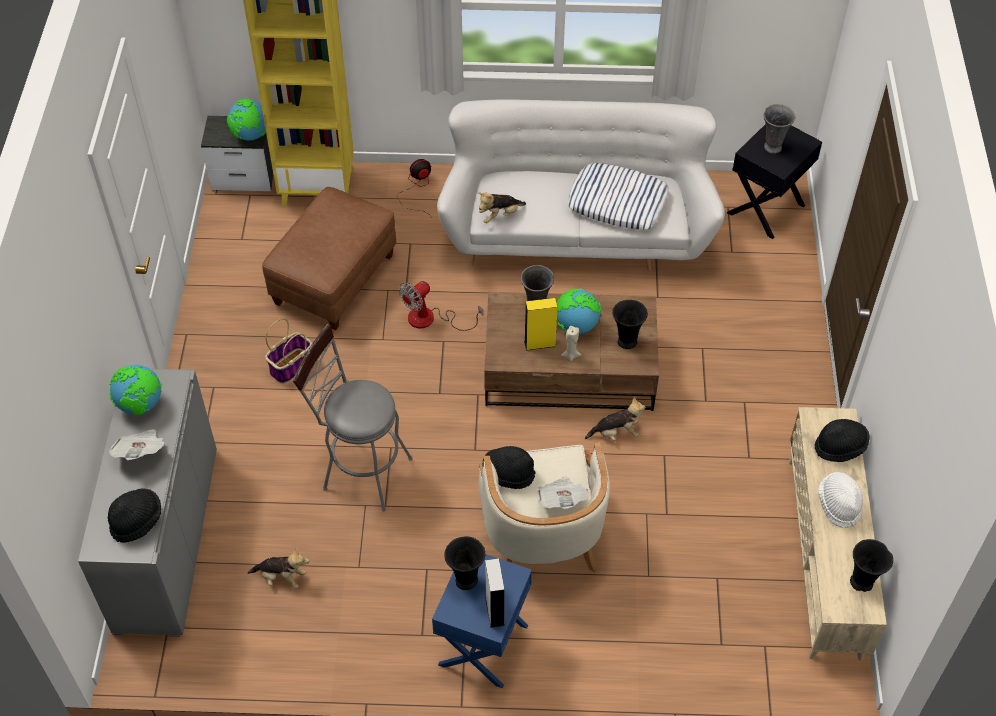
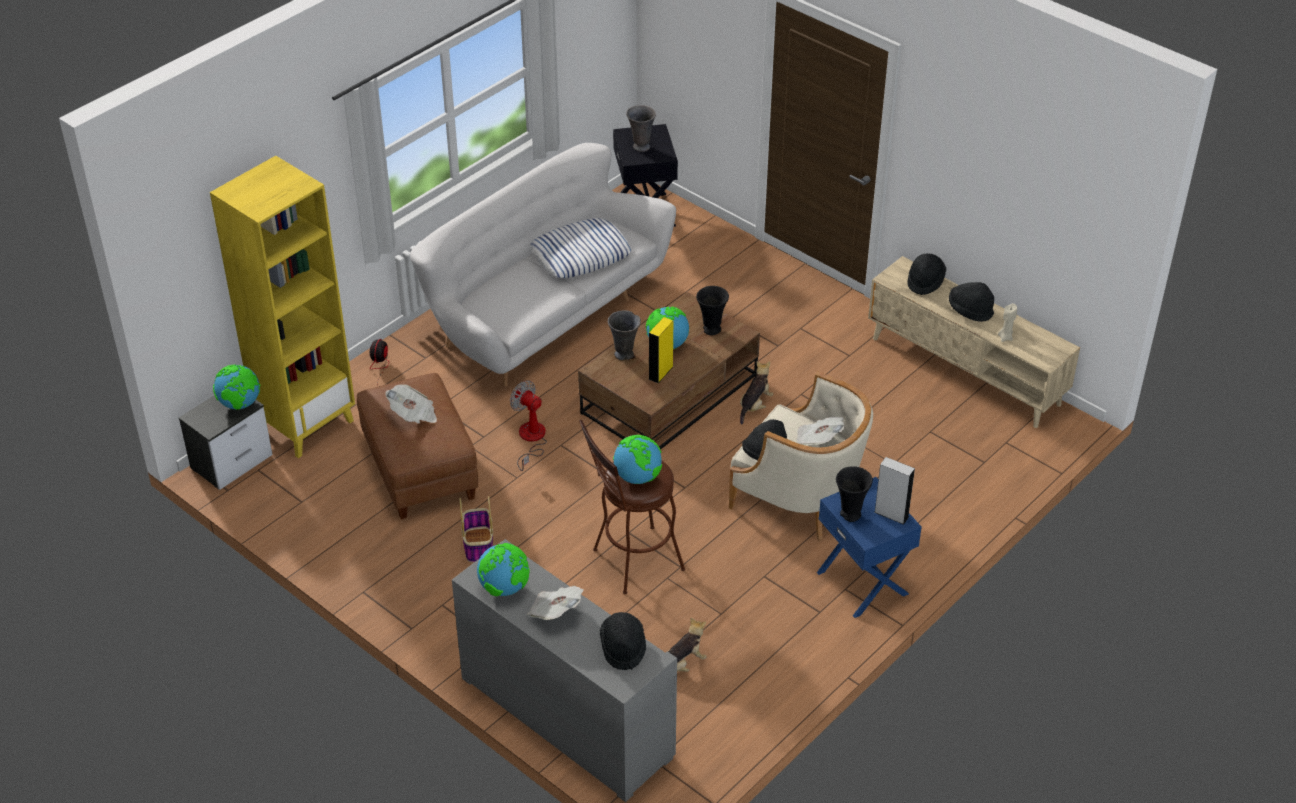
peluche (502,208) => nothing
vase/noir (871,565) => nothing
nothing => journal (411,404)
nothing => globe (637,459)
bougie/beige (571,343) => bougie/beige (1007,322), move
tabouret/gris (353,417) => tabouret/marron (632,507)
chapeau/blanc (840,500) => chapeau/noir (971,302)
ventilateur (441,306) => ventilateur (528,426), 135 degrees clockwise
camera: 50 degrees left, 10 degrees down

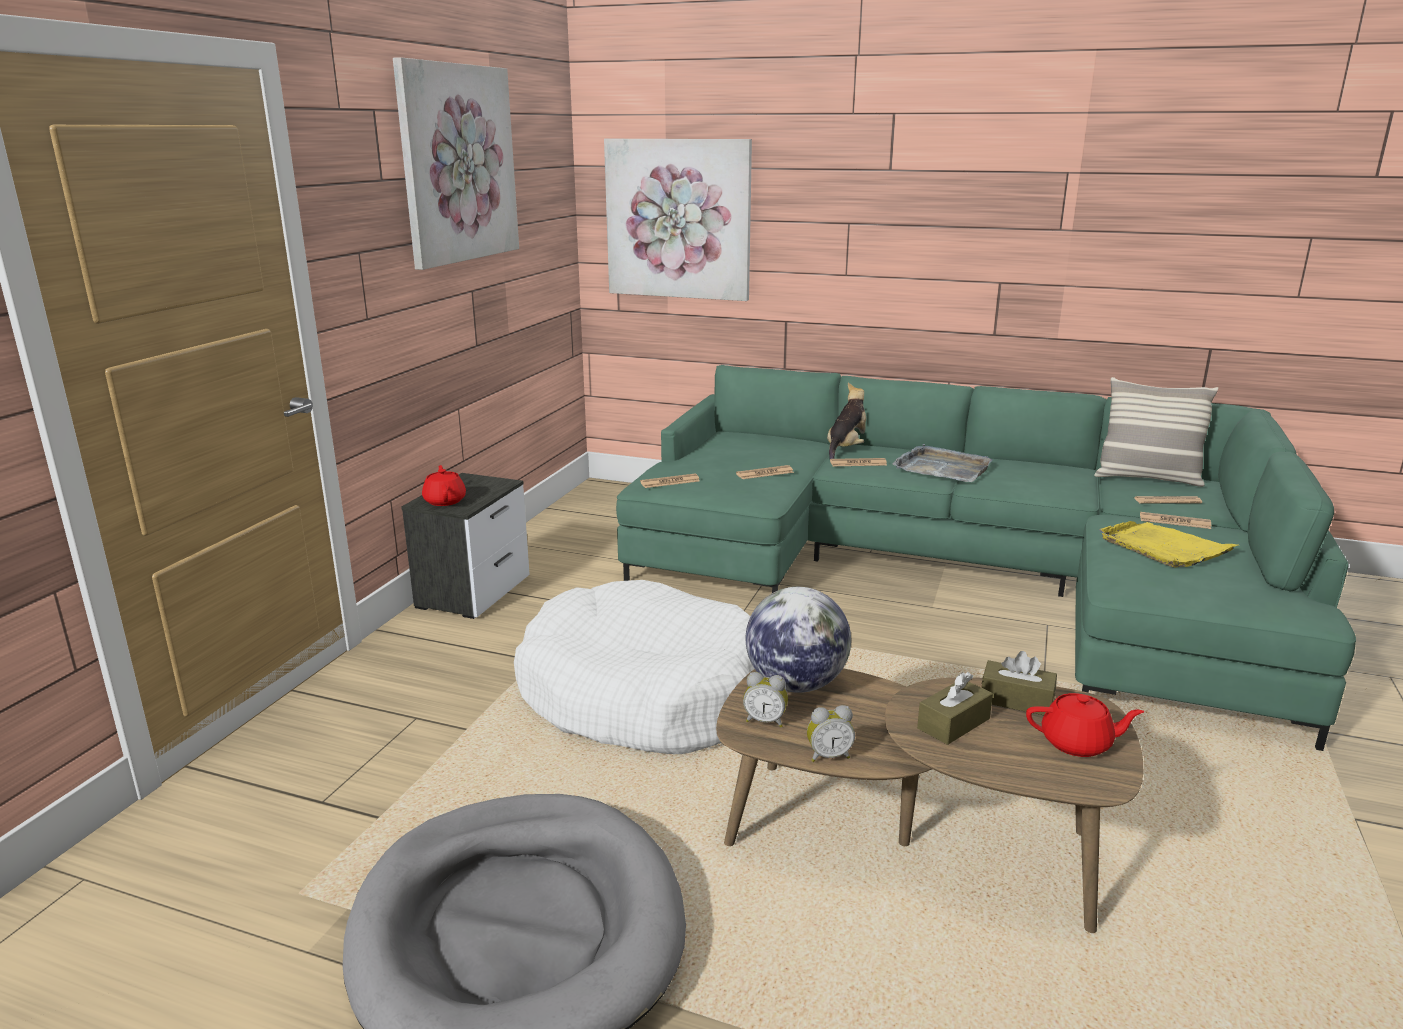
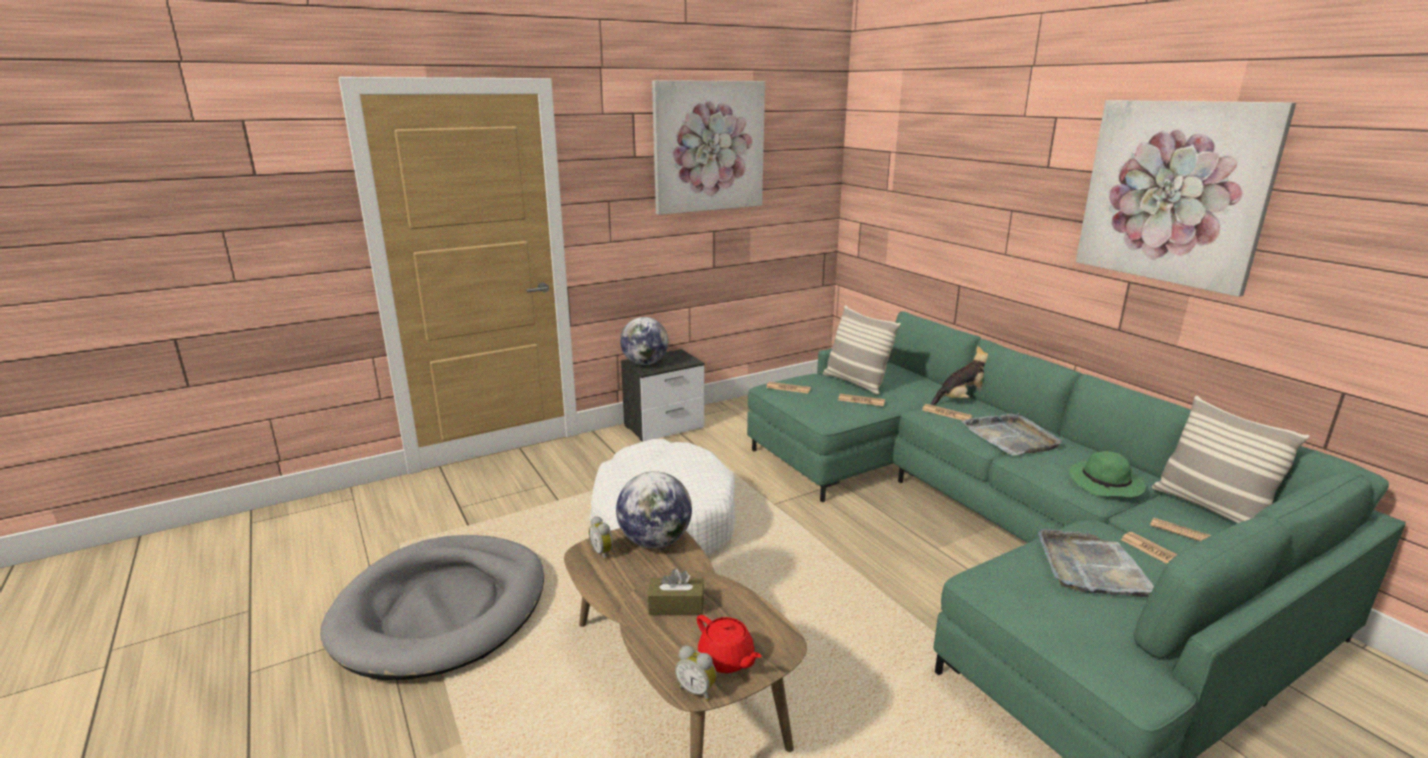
boîte à mouchoirs/marron (1019,683) => nothing
nothing => coussin (862,350)
nothing => chapeau/vert (1107,474)
tableau (678,220) => tableau (1186,198), move
réveil (831,733) => réveil (696,673), move
théière/rouge (444,485) => globe (644,341)
plateau/jaune (1168,544) => plateau/gris (1096,563)
camera: 40 degrees right, 0 degrees up

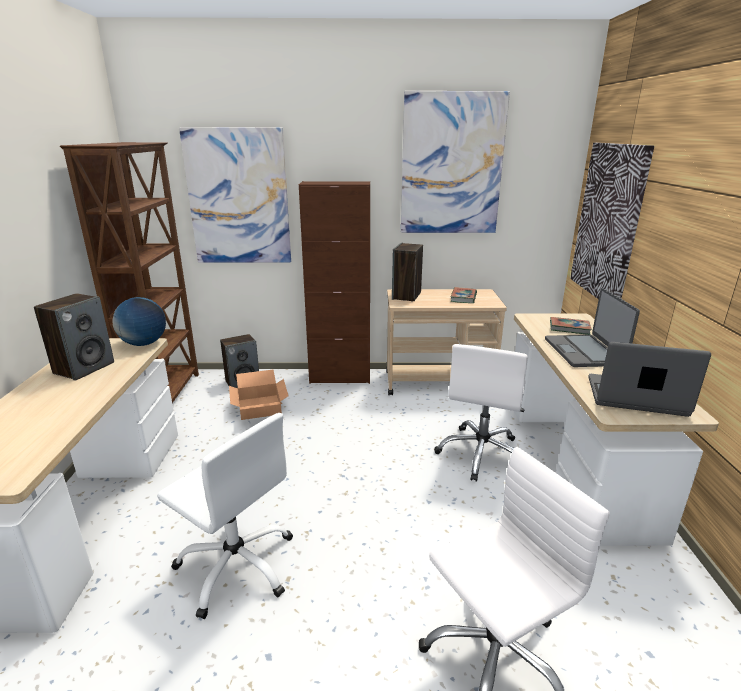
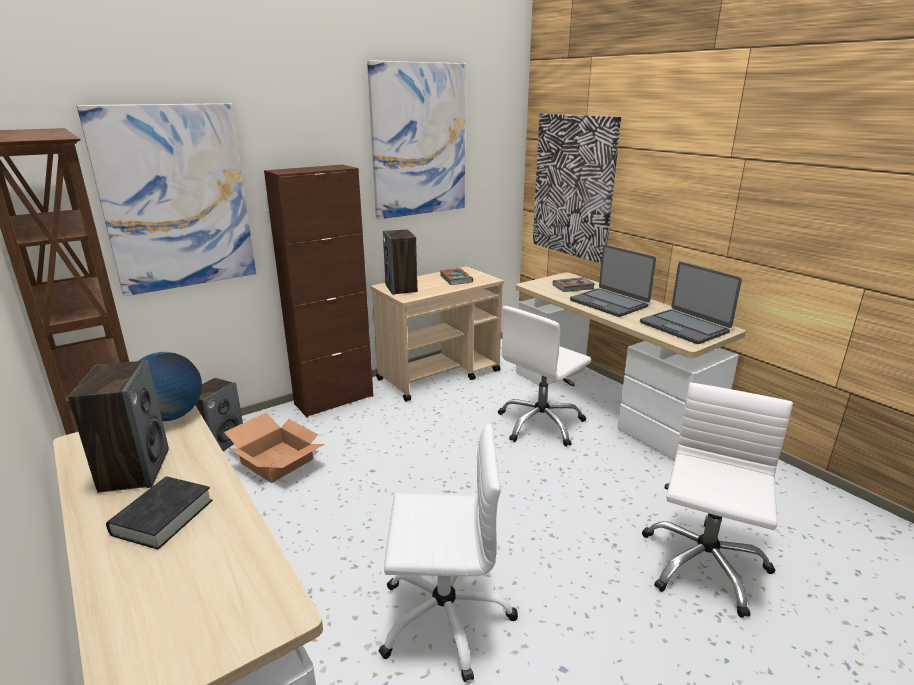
nothing => livre/noir (159,513)
chaise de bureau/blanc (481,413) => chaise de bureau/blanc (544,376), 60 degrees clockwise
ordinateur portable (649,379) => ordinateur portable (691,303), 105 degrees counterclockwise
camera: 35 degrees left, 0 degrees up

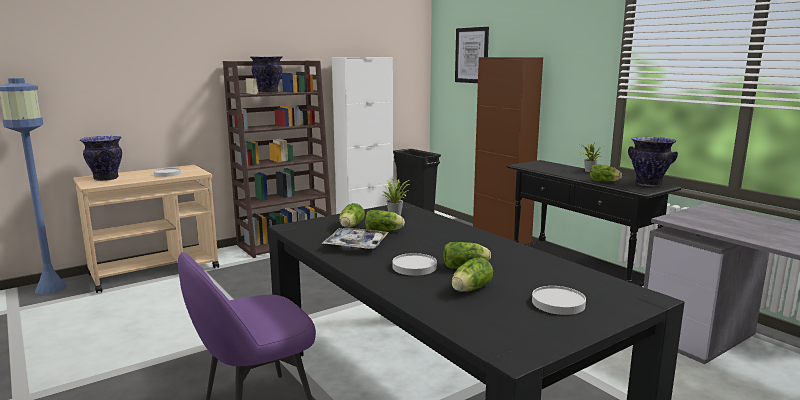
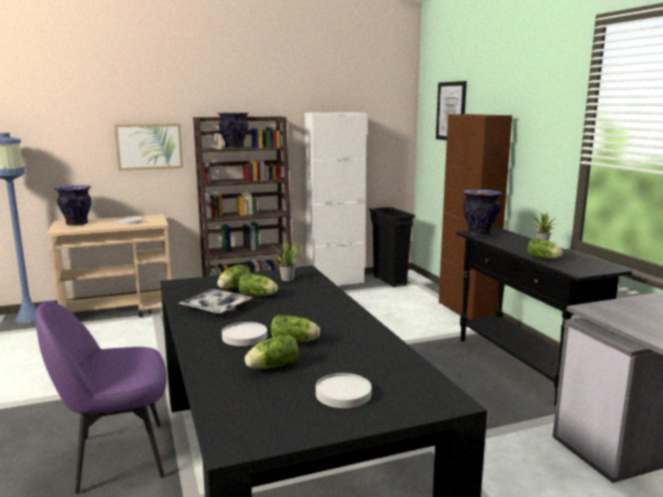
nothing => tableau (148,147)
vase (653,161) => vase (482,213), move
camera: 15 degrees right, 0 degrees up

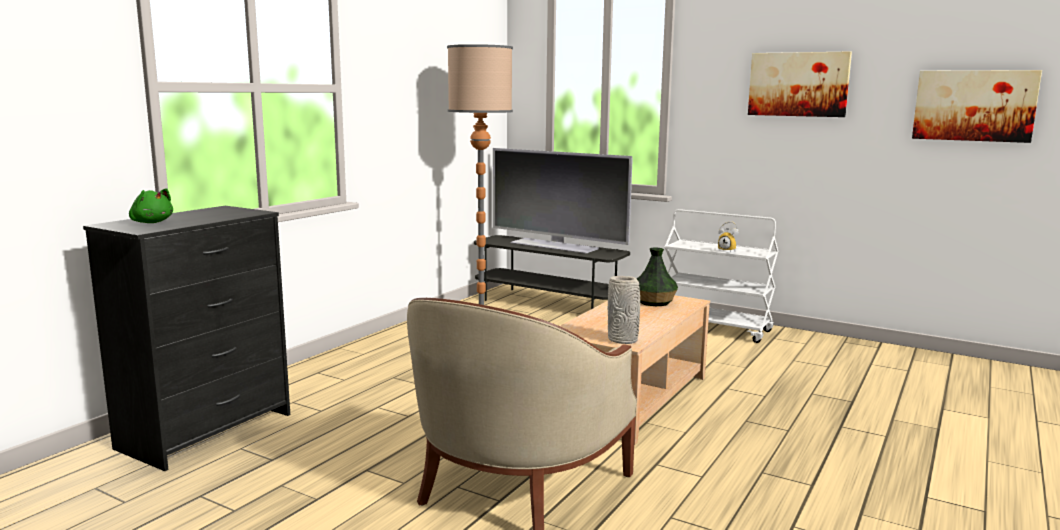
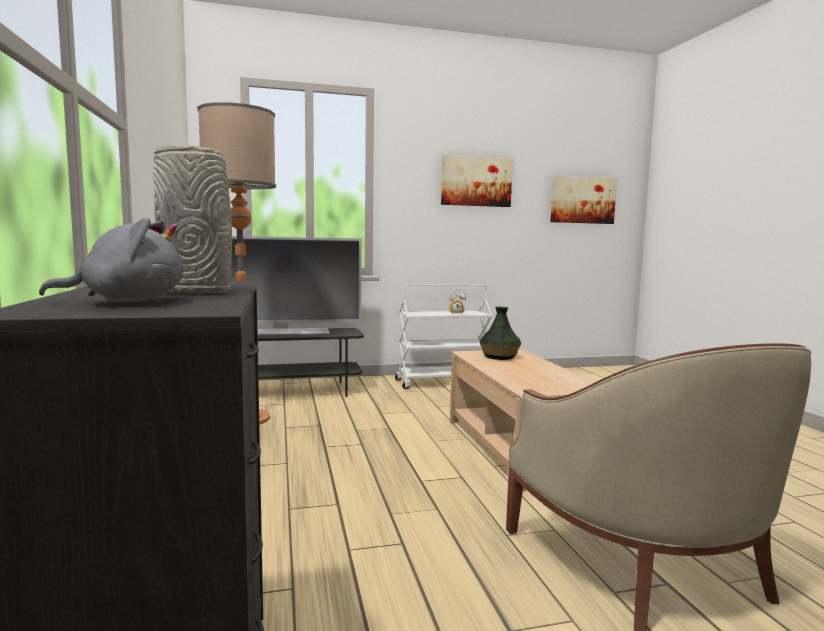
vase/gris (624,310) => vase/gris (192,219), move
peluche/vert (151,205) => peluche/gris (111,260)
camera: 45 degrees left, 5 degrees down

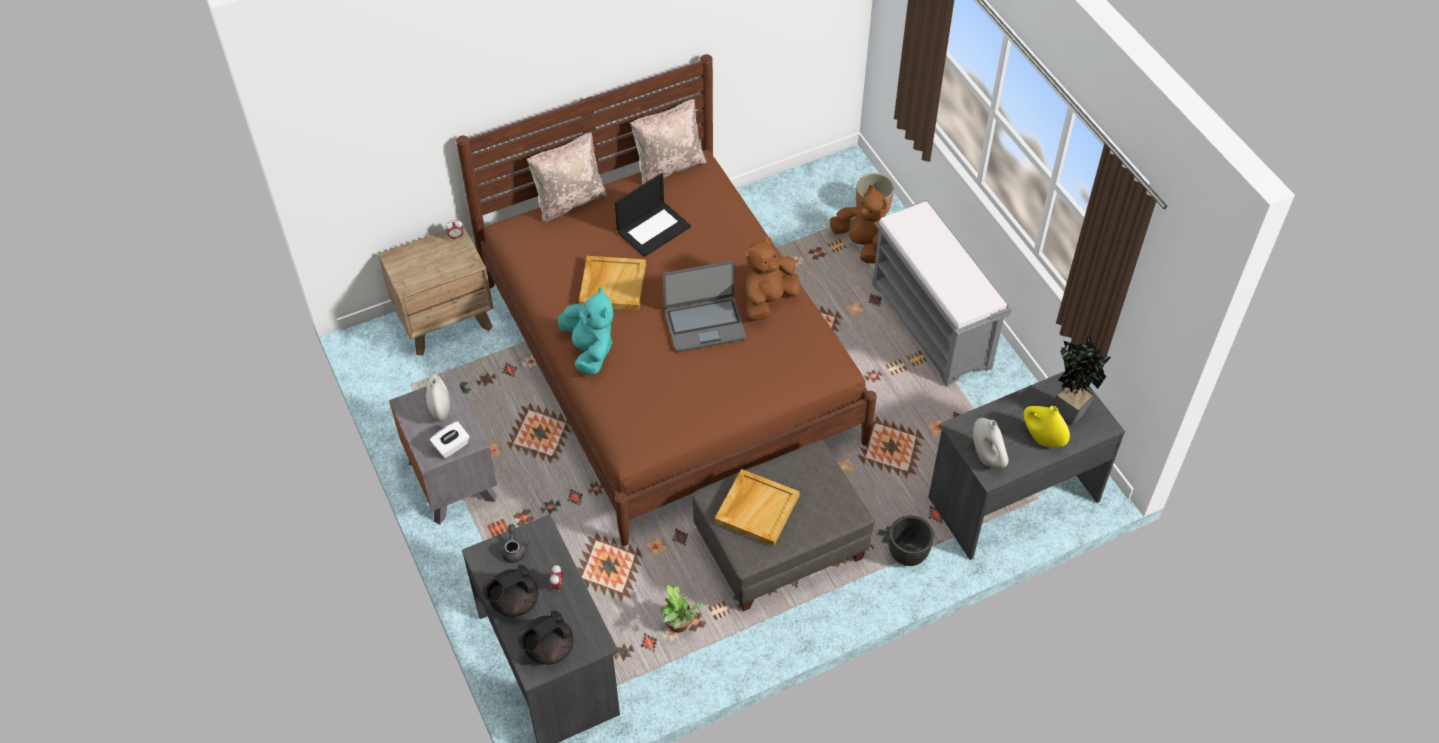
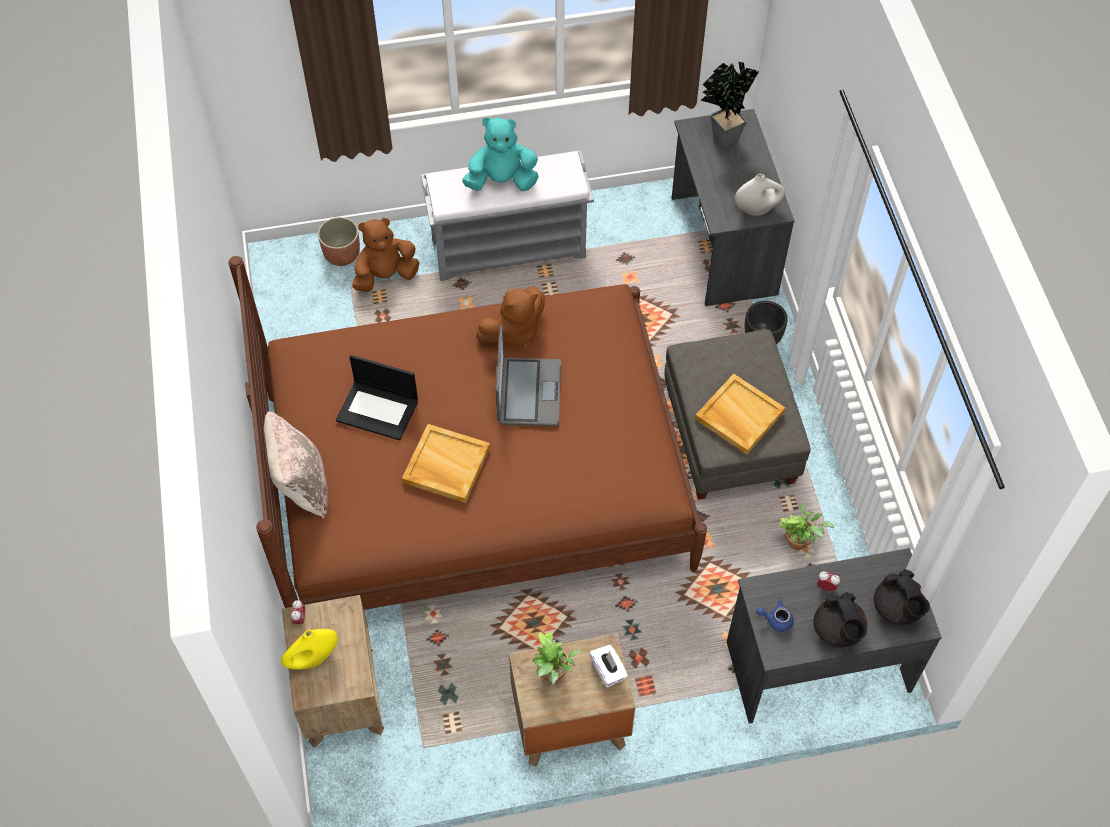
coussin/beige (668,142) => nothing
peluche/turquoise (585,331) => peluche/turquoise (500,154), move
vase/jaune (1047,426) => vase/jaune (309,649), move
vase/blanc (438,397) => plante en pot (557,658)
table de chevet/gris (443,450) => table de chevet/marron (572,700)
théière/gris (515,543) => théière/bleu (775,615)
ordinateur portable (653,215) => ordinateur portable (377,397), 135 degrees clockwise
peluche/marron (772,279) => peluche/marron (510,317), 90 degrees counterclockwise
camera: 75 degrees left, 5 degrees up

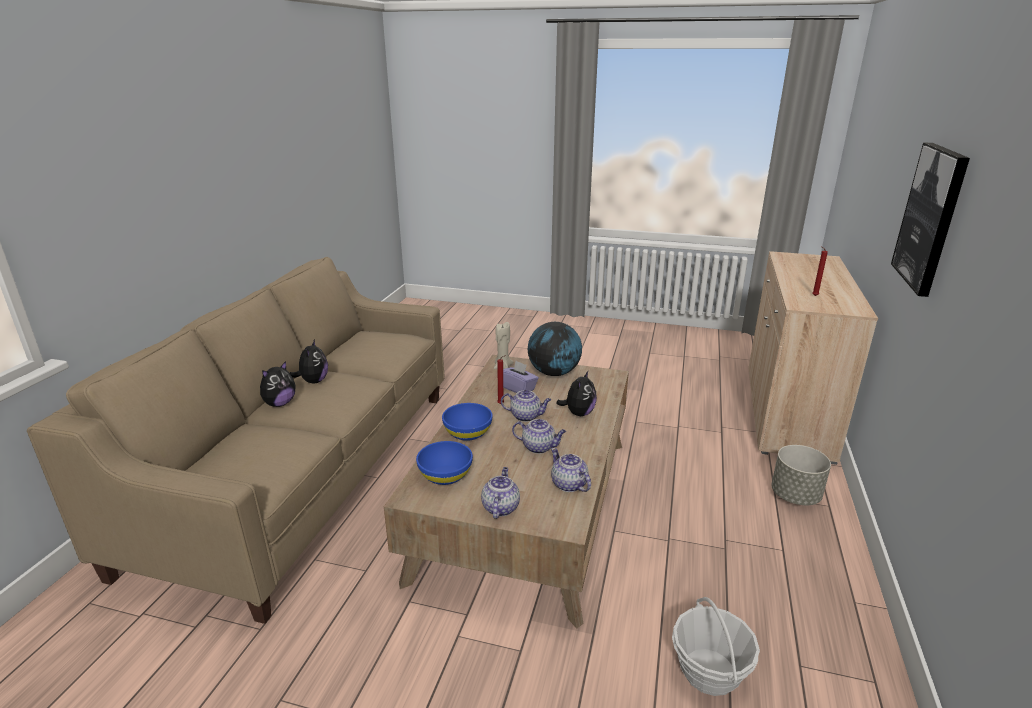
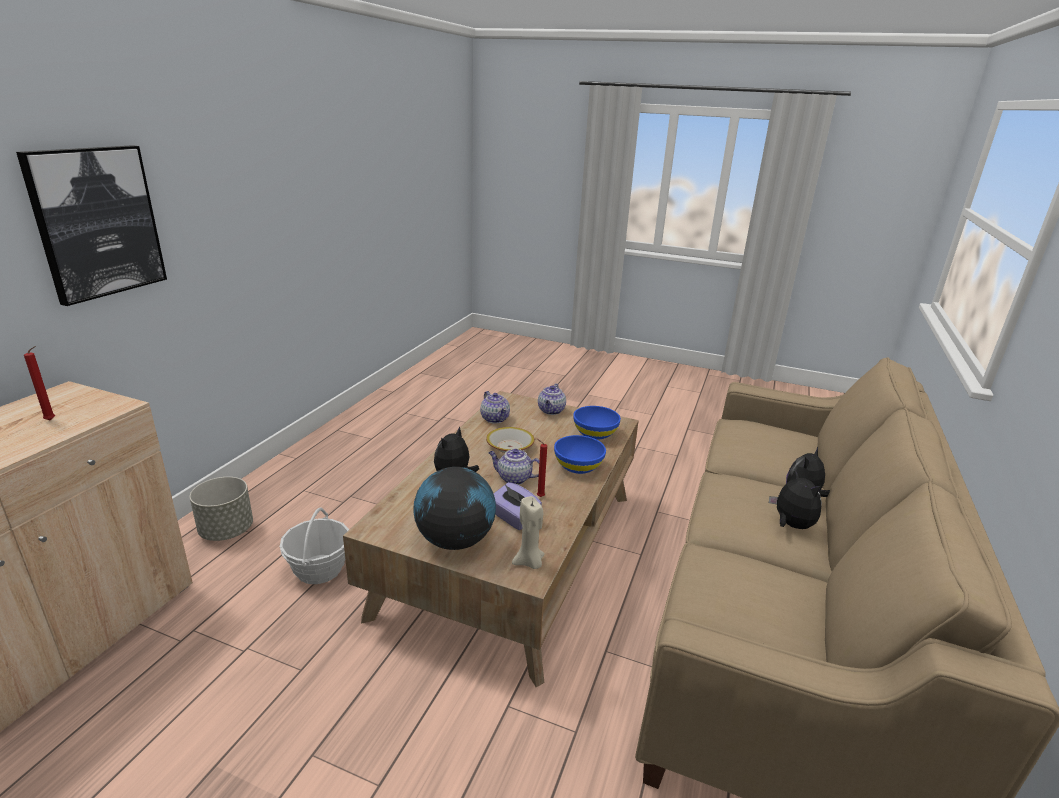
panier (716,646) => panier (314,545), move
théière (539,436) => bol (510,440)
peluche (309,361) => peluche (795,499), 150 degrees clockwise
camera: 175 degrees left, 0 degrees up

